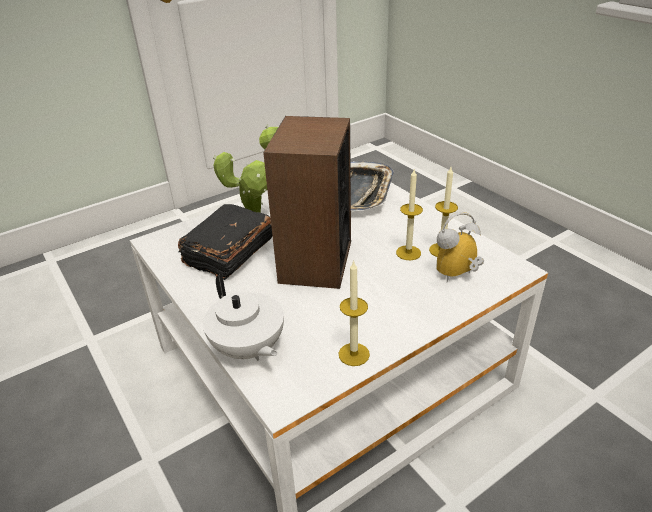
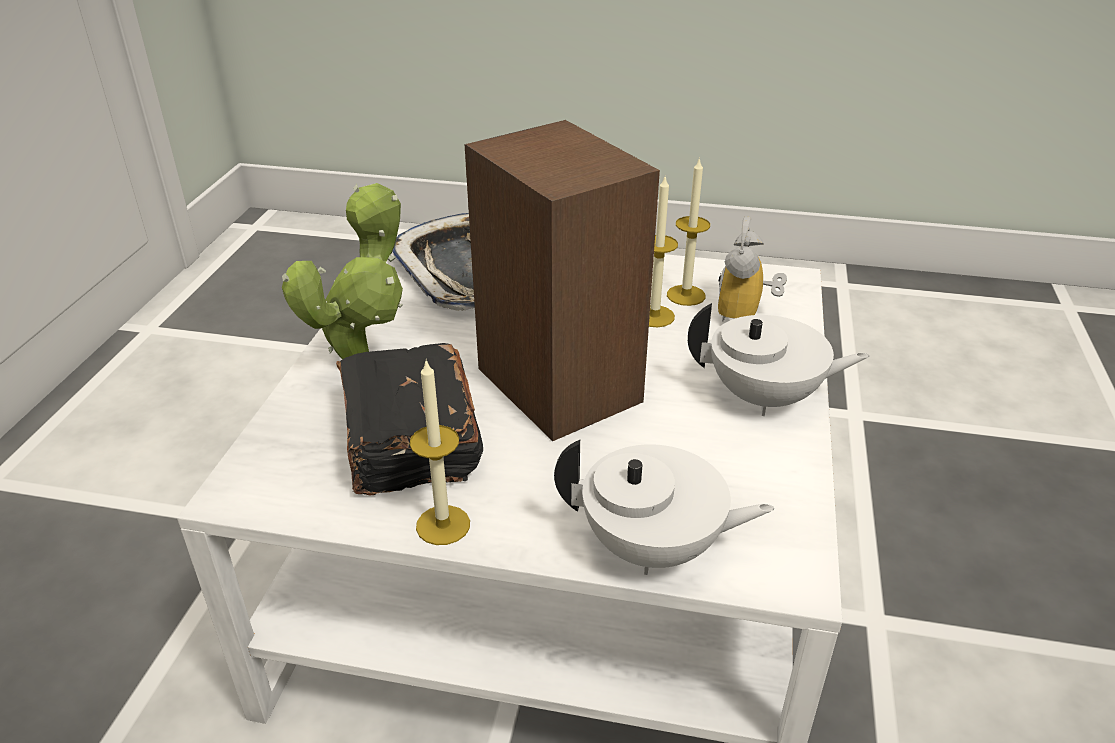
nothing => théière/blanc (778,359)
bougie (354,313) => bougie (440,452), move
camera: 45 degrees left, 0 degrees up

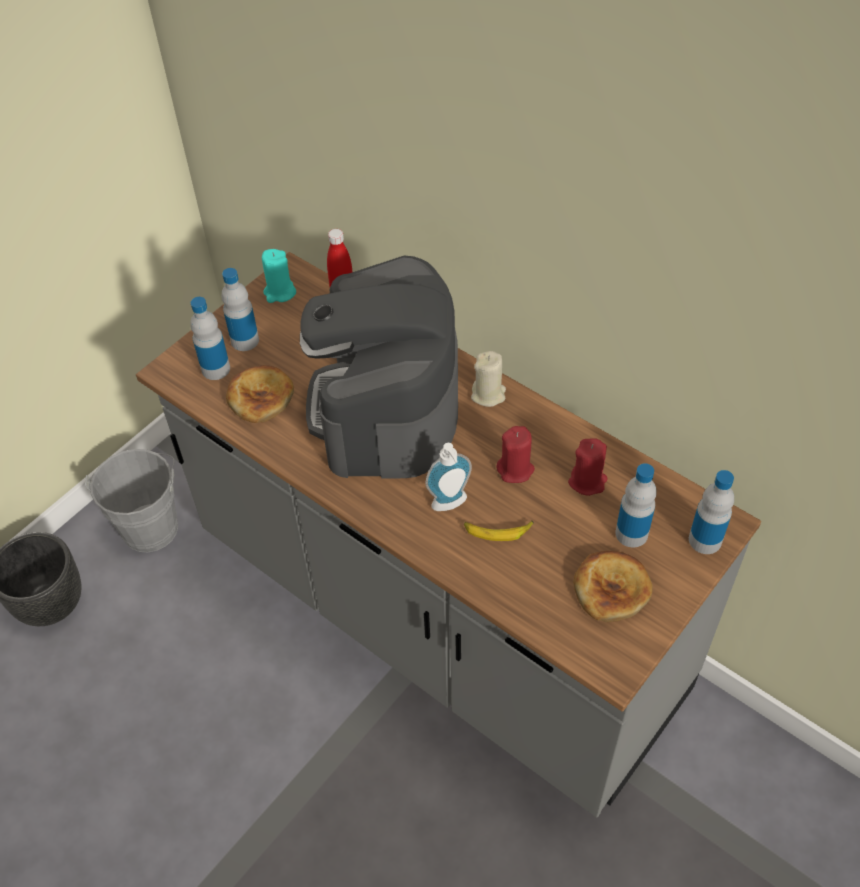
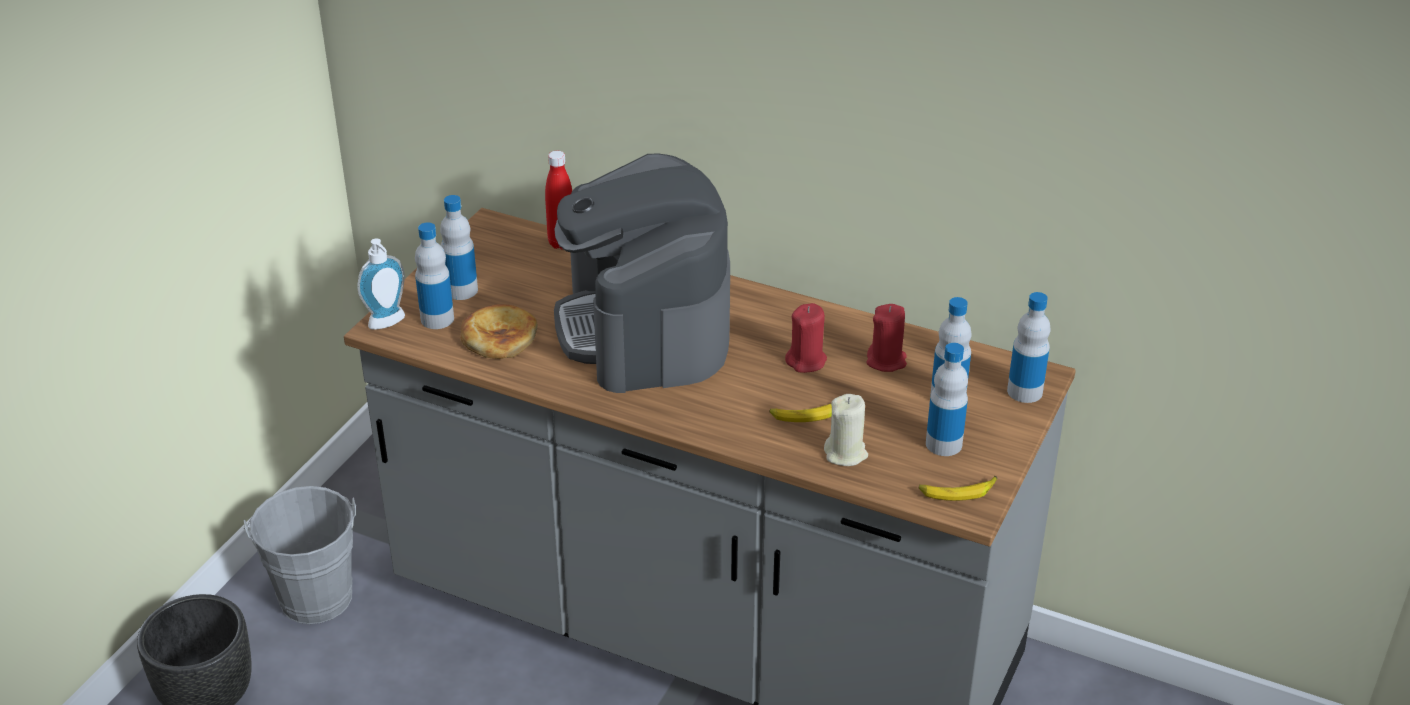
bougie/turquoise (279,276) => nothing
nothing => banane (957,488)
distributeur de savon (448,477) => distributeur de savon (381,284), move
bougie/beige (488,379) => bougie/beige (846,430), move
pain (612,586) => bouteille (947,399)
camera: 15 degrees left, 15 degrees down

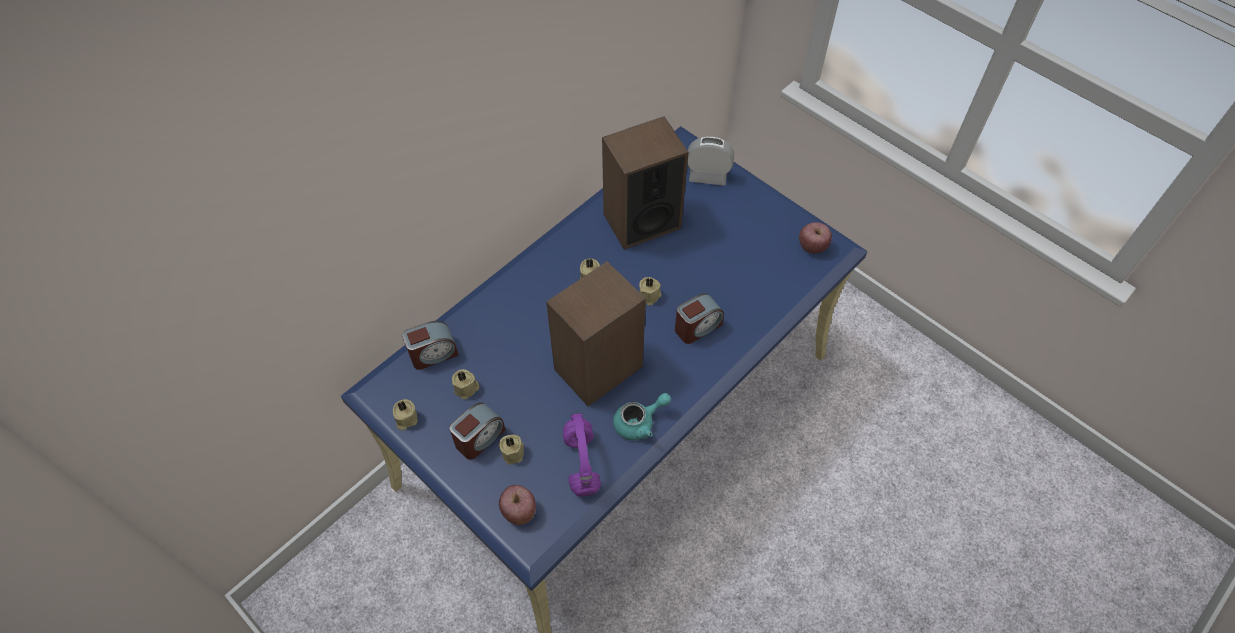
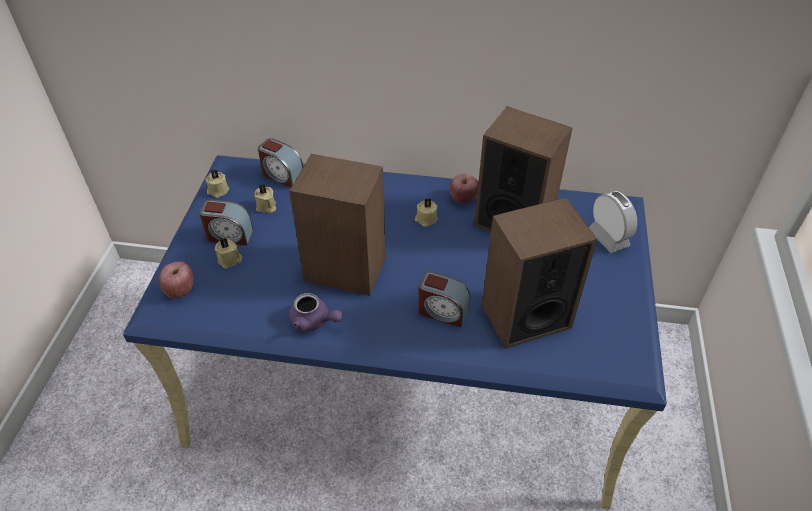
casque audio/violet (582,455) => nothing
bougie/beige (650,291) => nothing
nothing => enceinte (539,273)
pomme (815,238) => pomme (464,189), move
théière/turquoise (642,416) => théière/violet (316,312)
camera: 55 degrees right, 10 degrees down

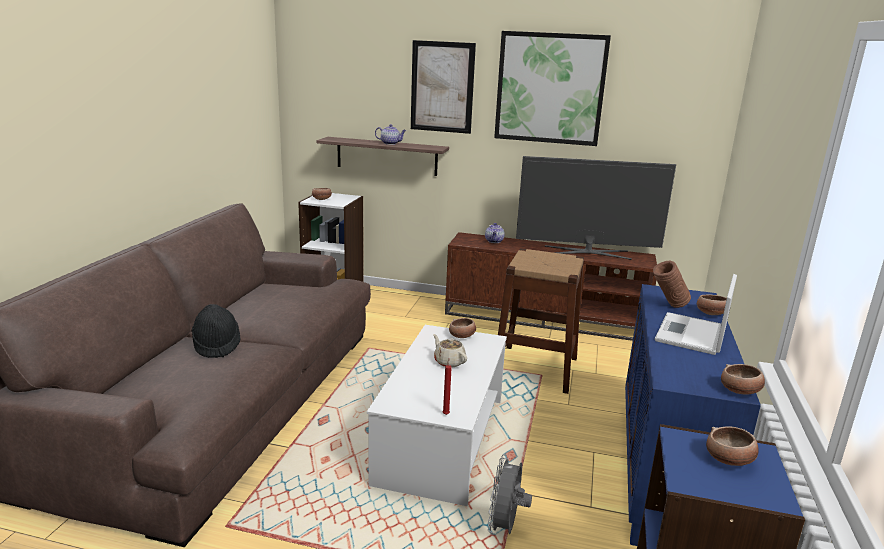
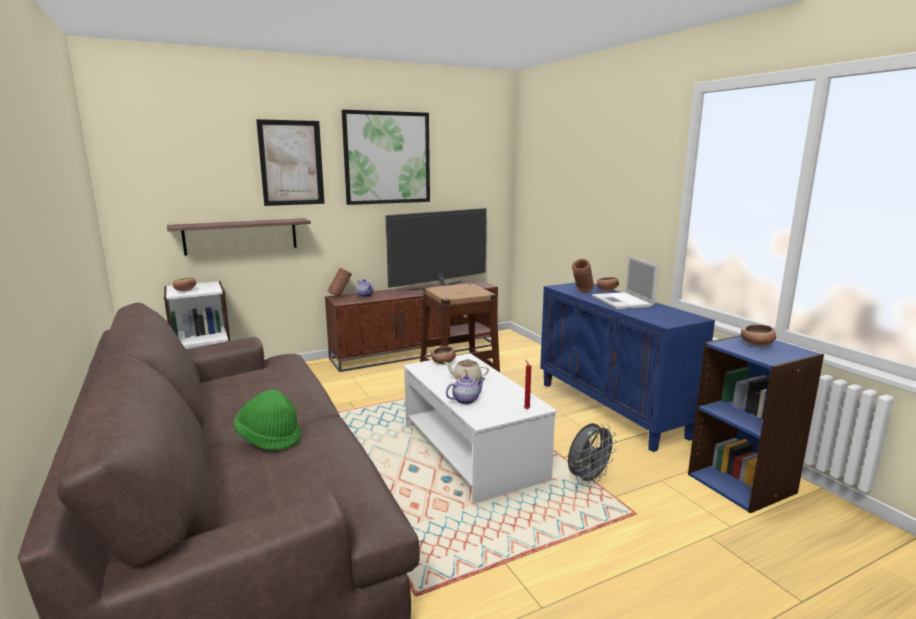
bol (743,379) => nothing
nothing => vase/marron (340,282)
théière (390,134) => théière (465,389), move
chapeau/noir (216,331) => chapeau/vert (267,420)
ventilateur/gris (510,494) => ventilateur/gris (592,454), 105 degrees counterclockwise
camera: 40 degrees left, 5 degrees down

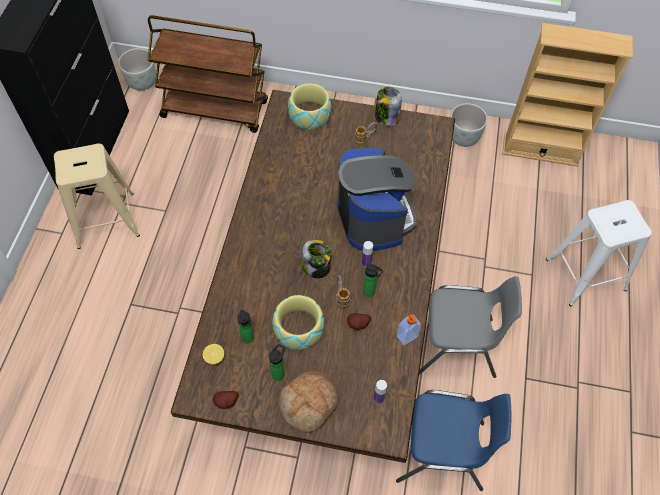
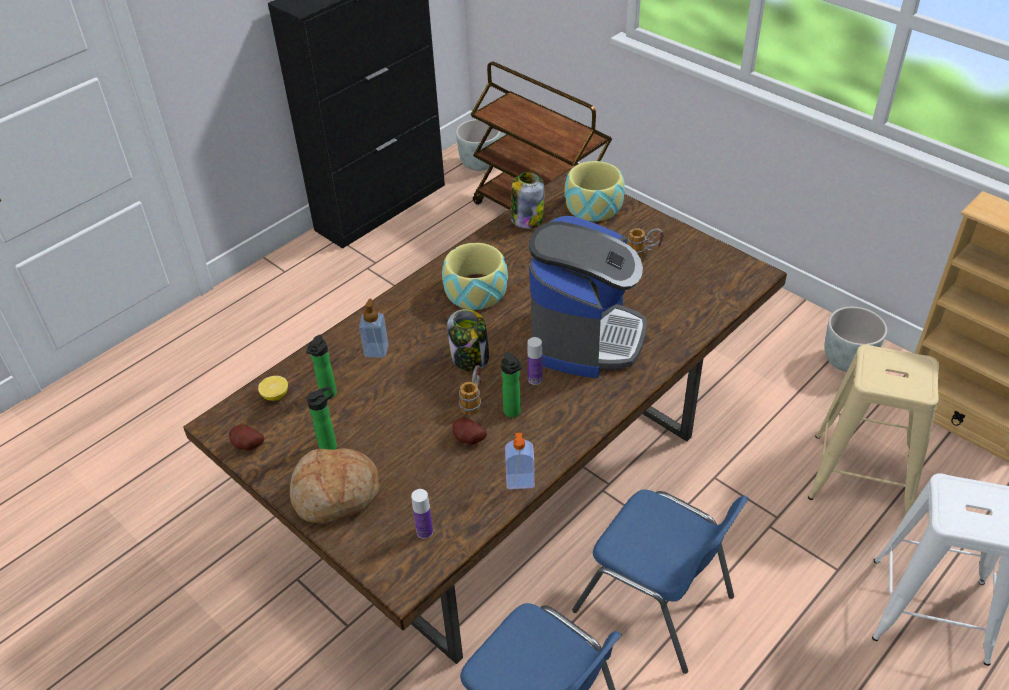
nothing => distributeur de savon (373,328)
tabouret/beige (97,196) => tabouret/beige (873,429), move
bol (298,322) => bol (475,276), move
bocal (388,106) => bocal (528,200), move
chaise/gris (470,327) => chaise/bleu (660,582)
camera: 35 degrees right, 15 degrees down

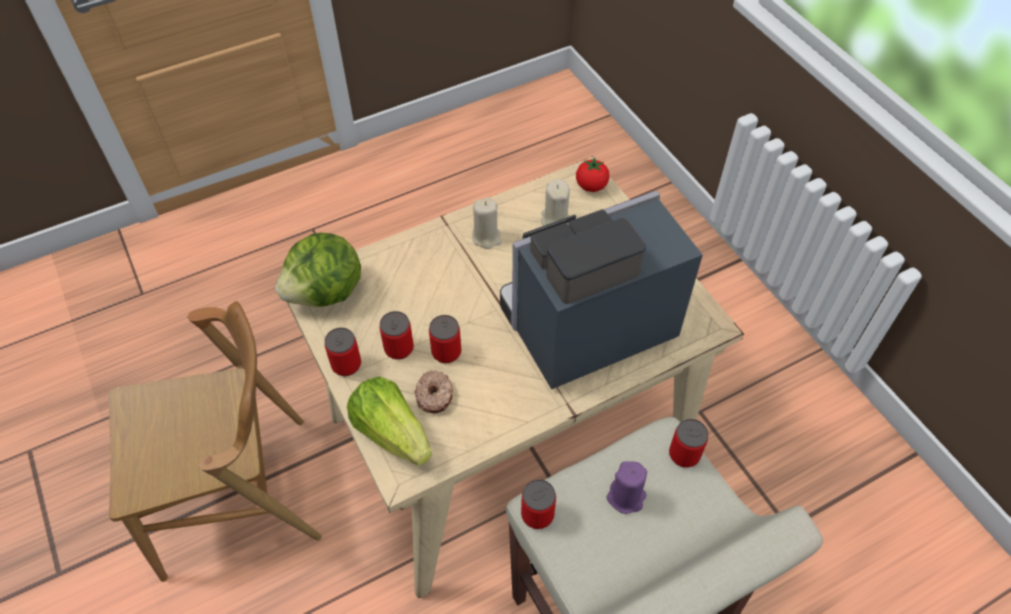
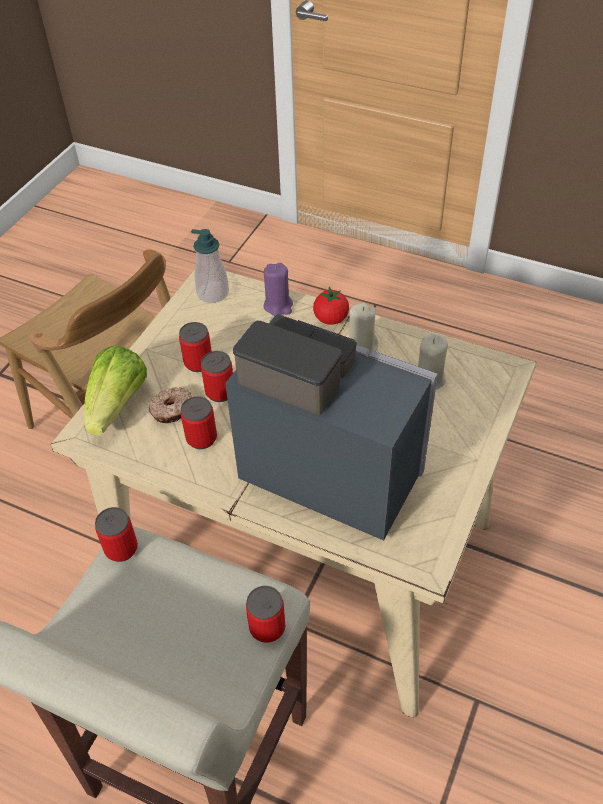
boîte métallique (343,352) => boîte métallique (199,422), move
tomate (593,174) => tomate (331,306), move
bougie/violet (627,487) => bougie/violet (278,289), move
laitue (318,270) => distributeur de savon (210,266)
camera: 55 degrees right, 5 degrees down

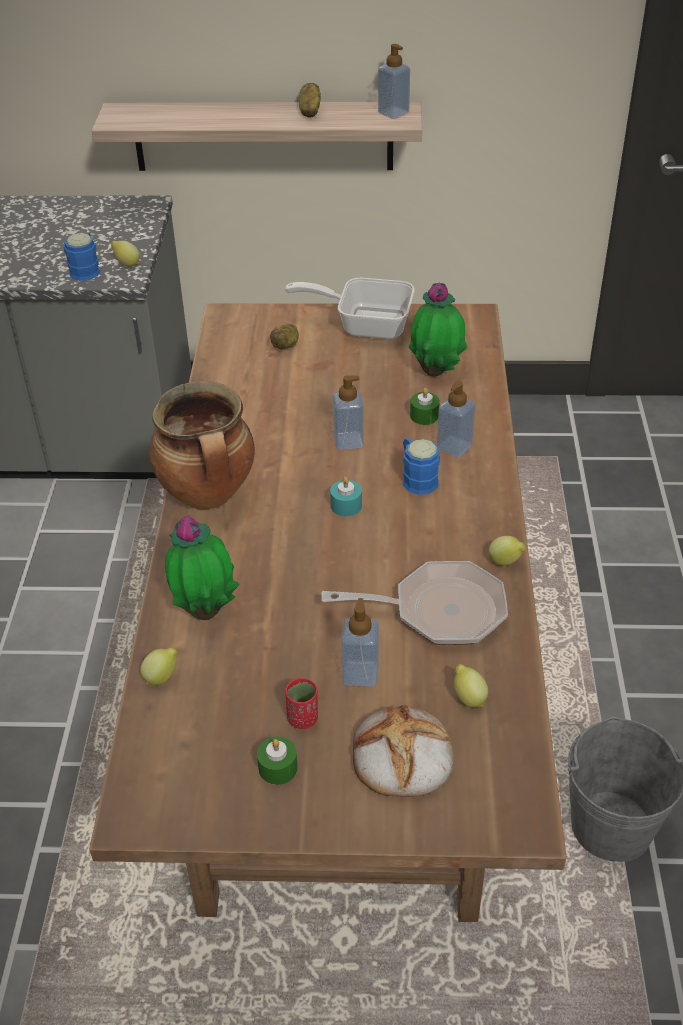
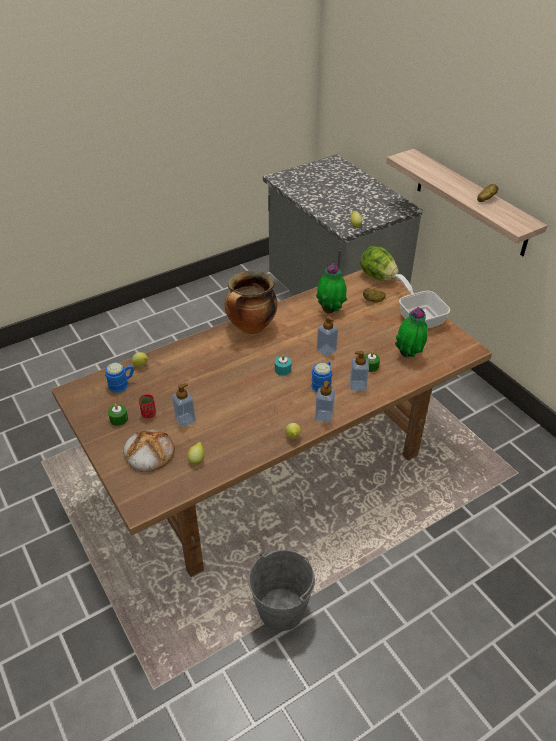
poêle (415,603) => nothing
nothing => laitue (379,263)
mug/bleu (82,257) => mug/bleu (119,377), move
plante en pot (202,567) => plante en pot (331,288), move
distributeur de savon (394,81) => distributeur de savon (325,402), move
camera: 55 degrees right, 0 degrees up

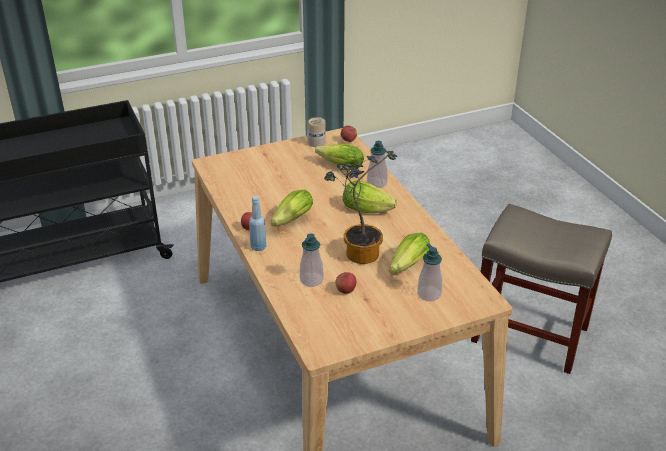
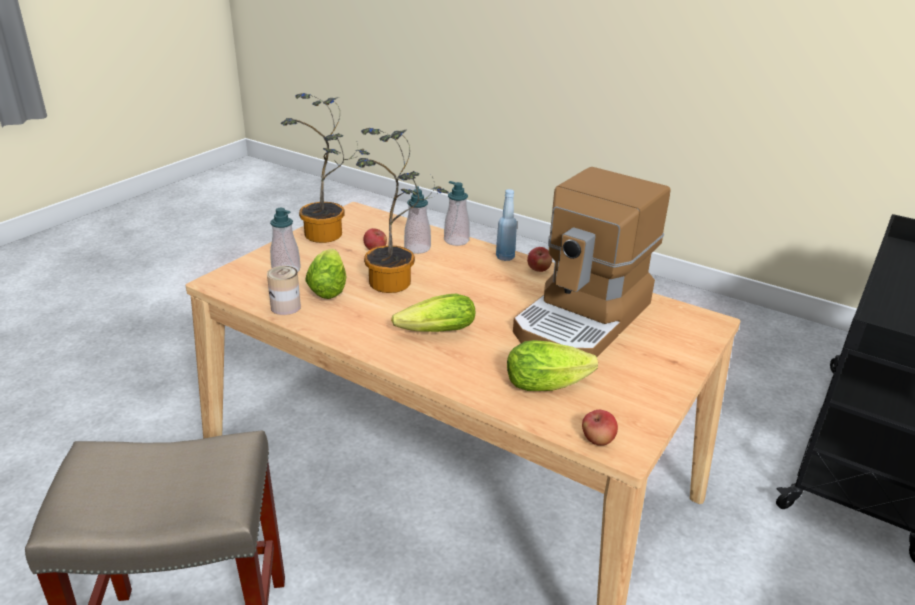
laitue (291,208) => nothing
nothing => plante en pot (325,168)
nothing => machine à café (592,262)
boîte métallique (316,132) => boîte métallique (284,290), move
distributeur de savon (377,164) => distributeur de savon (457,213), move
camera: 145 degrees right, 5 degrees down

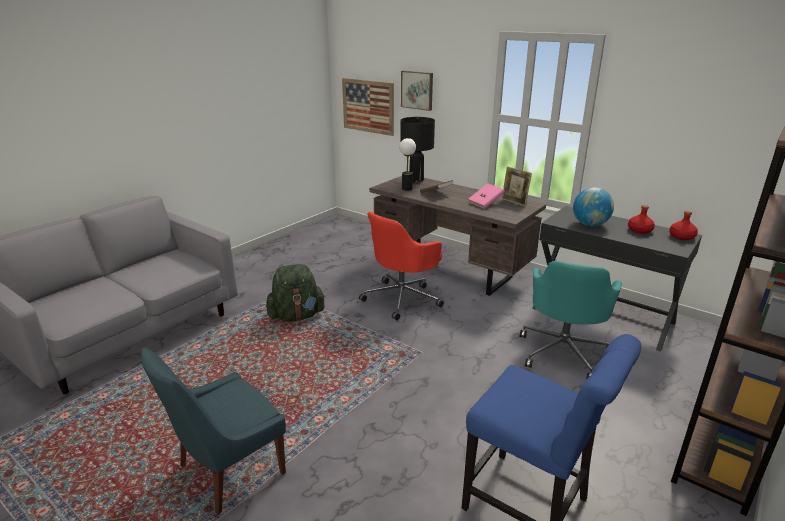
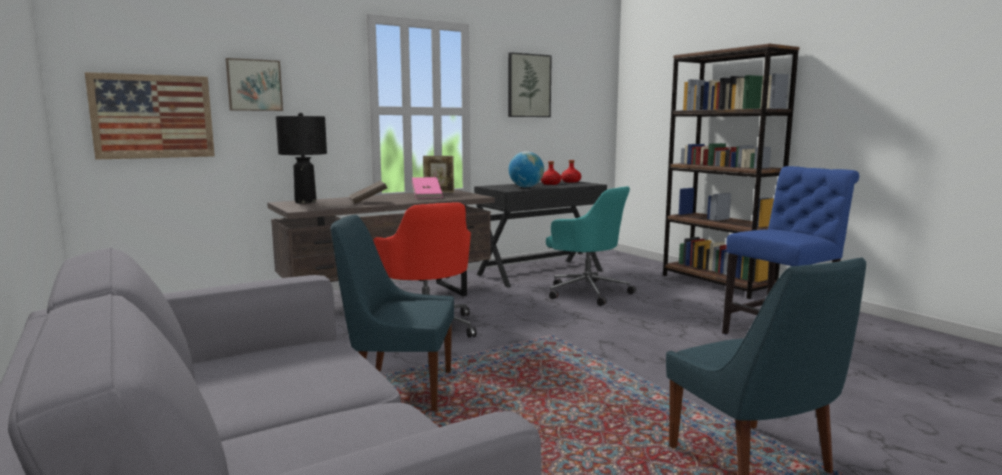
lampe de table (407,164) => nothing
nothing => tableau (530,84)
sac à dos/vert (296,293) => chaise/bleu (392,313)
camera: 70 degrees left, 15 degrees down

